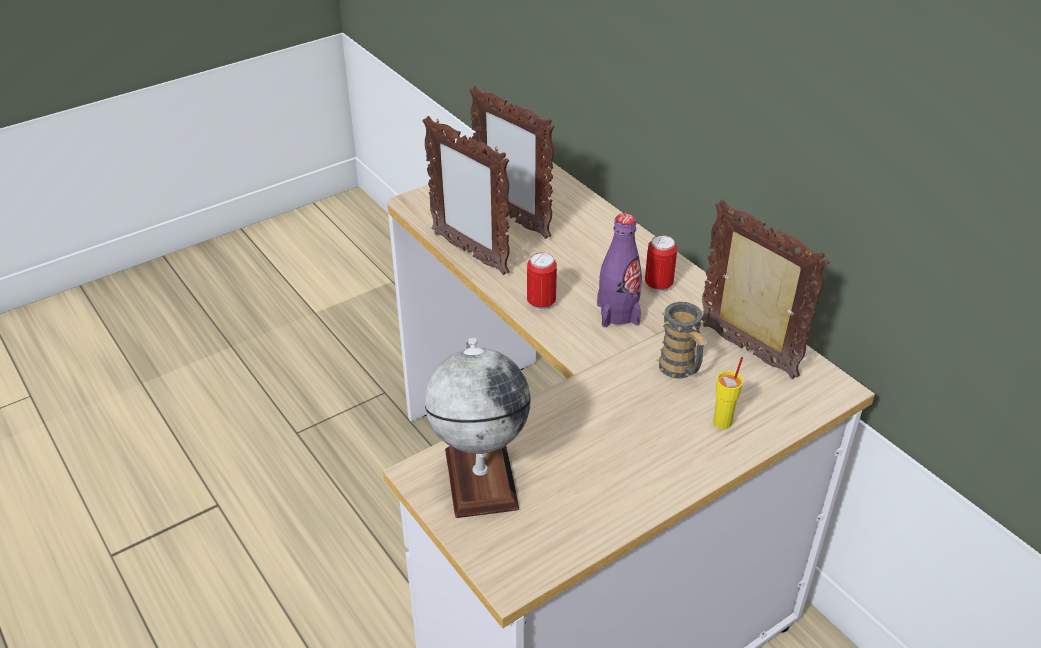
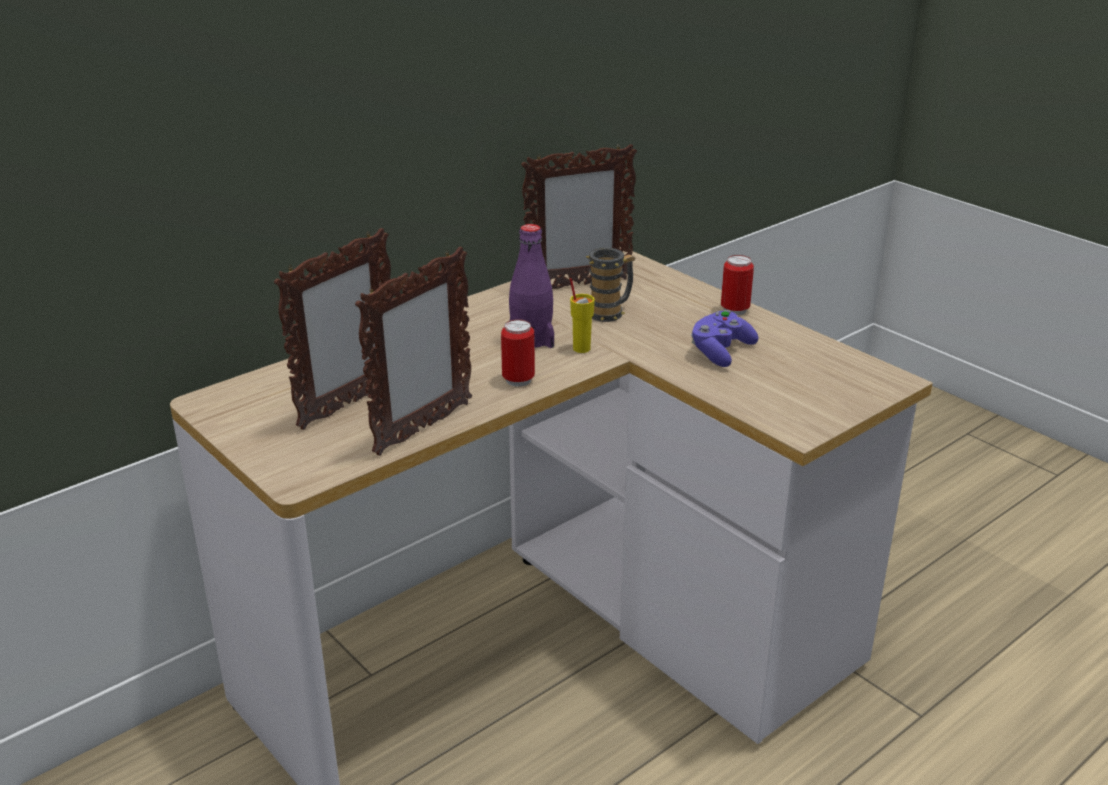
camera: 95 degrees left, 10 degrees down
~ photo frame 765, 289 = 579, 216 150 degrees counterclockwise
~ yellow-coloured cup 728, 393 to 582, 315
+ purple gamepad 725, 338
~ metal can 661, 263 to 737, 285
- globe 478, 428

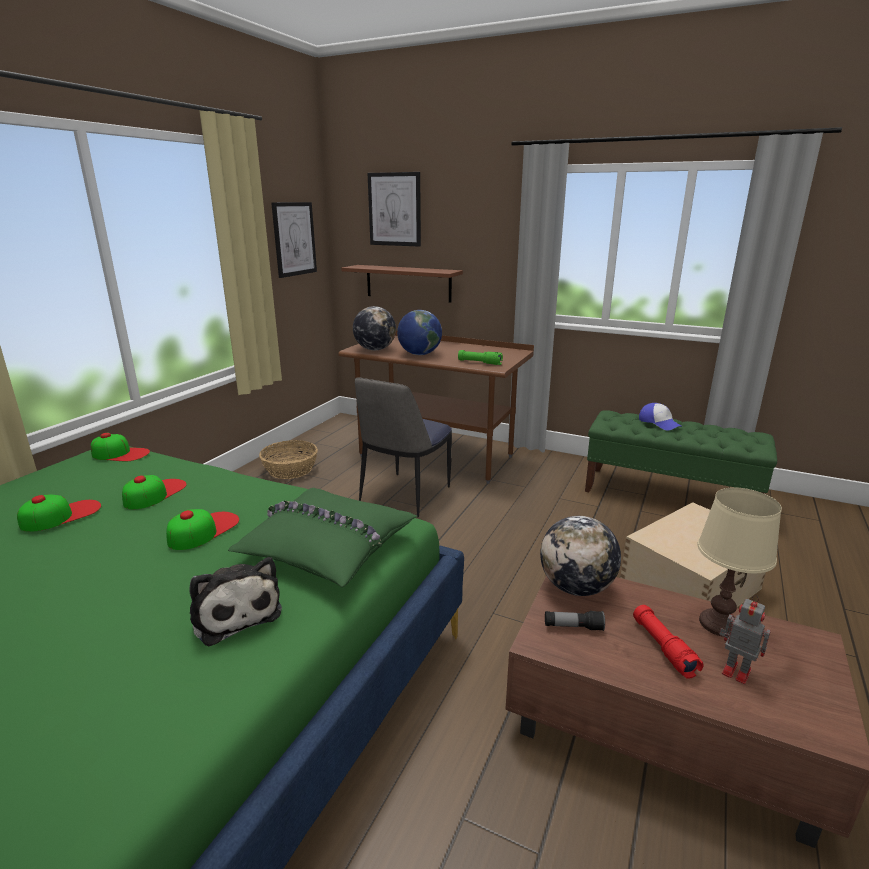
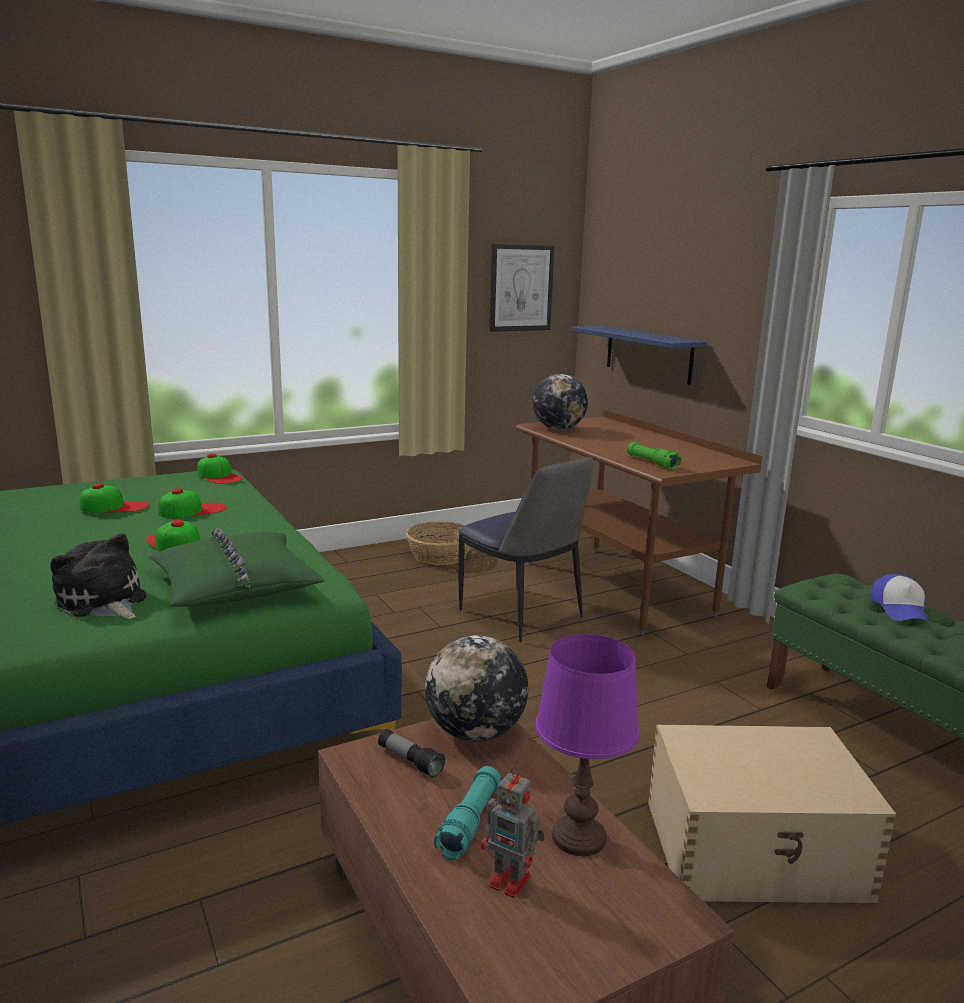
camera: 35 degrees right, 5 degrees down
~ cuddly toy 235, 601 = 98, 576 135 degrees clockwise
~ peaked cap 202, 529 = 173, 536 105 degrees counterclockwise
~ red-coloured torch 668, 642 to turquoise torch 467, 813
~ upright chair 403, 447 = 526, 549 105 degrees counterclockwise
~ model robot 745, 639 = 513, 832 135 degrees clockwise
~ beige lamp for a table 739, 562 to purple lamp for a table 587, 745
~ brown bracket shelf 402, 284 to bluish bracket shelf 639, 355
- wall art 394, 209
- globe 419, 332

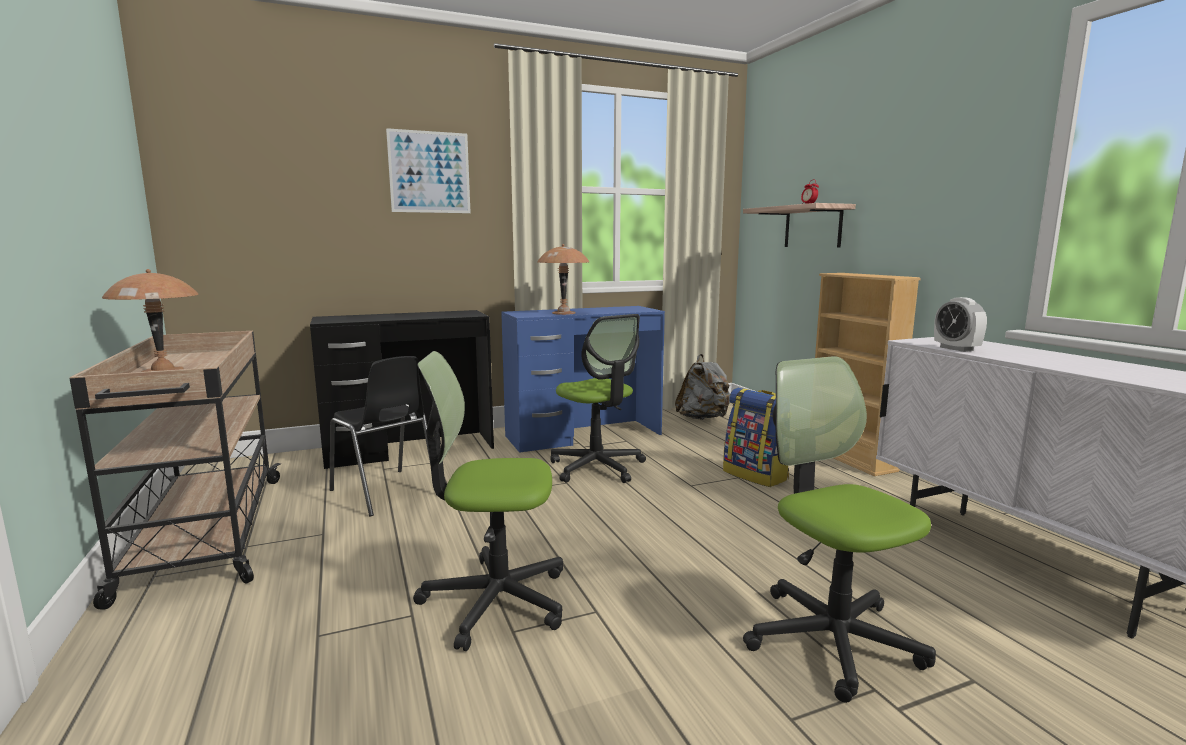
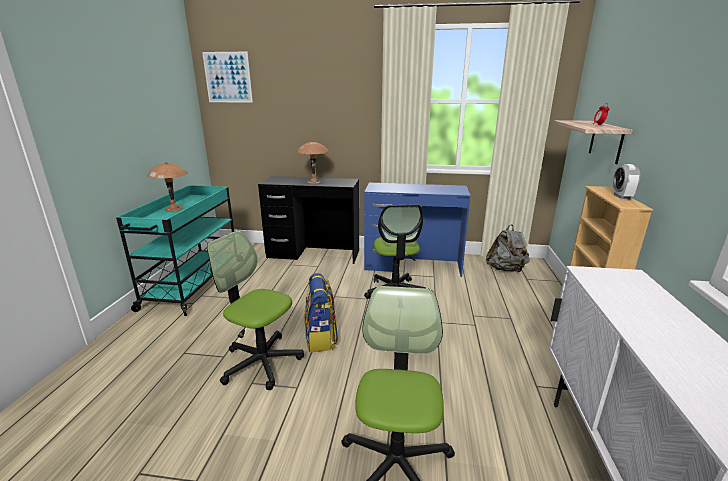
camera: 30 degrees right, 10 degrees up
~ beige wheeled cart 175, 470 to turquoise wheeled cart 175, 250
~ wall art 428, 170 to 227, 77
~ brown lamp for a table 563, 279 to 313, 162
~ knapsack 756, 437 to 321, 312
~ table clock 960, 324 to 626, 181
- blackish upright chair 380, 436

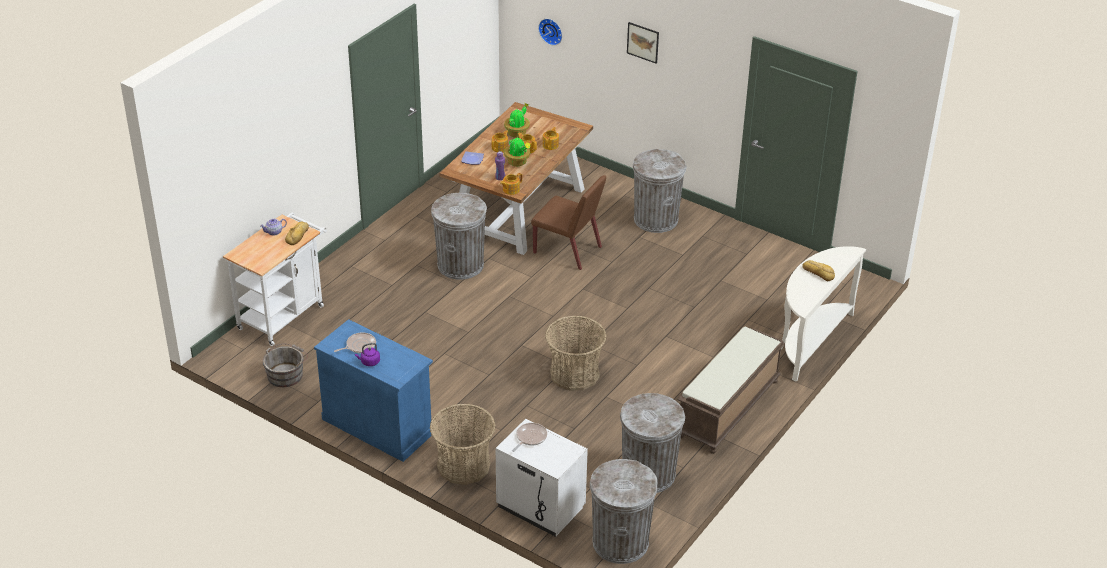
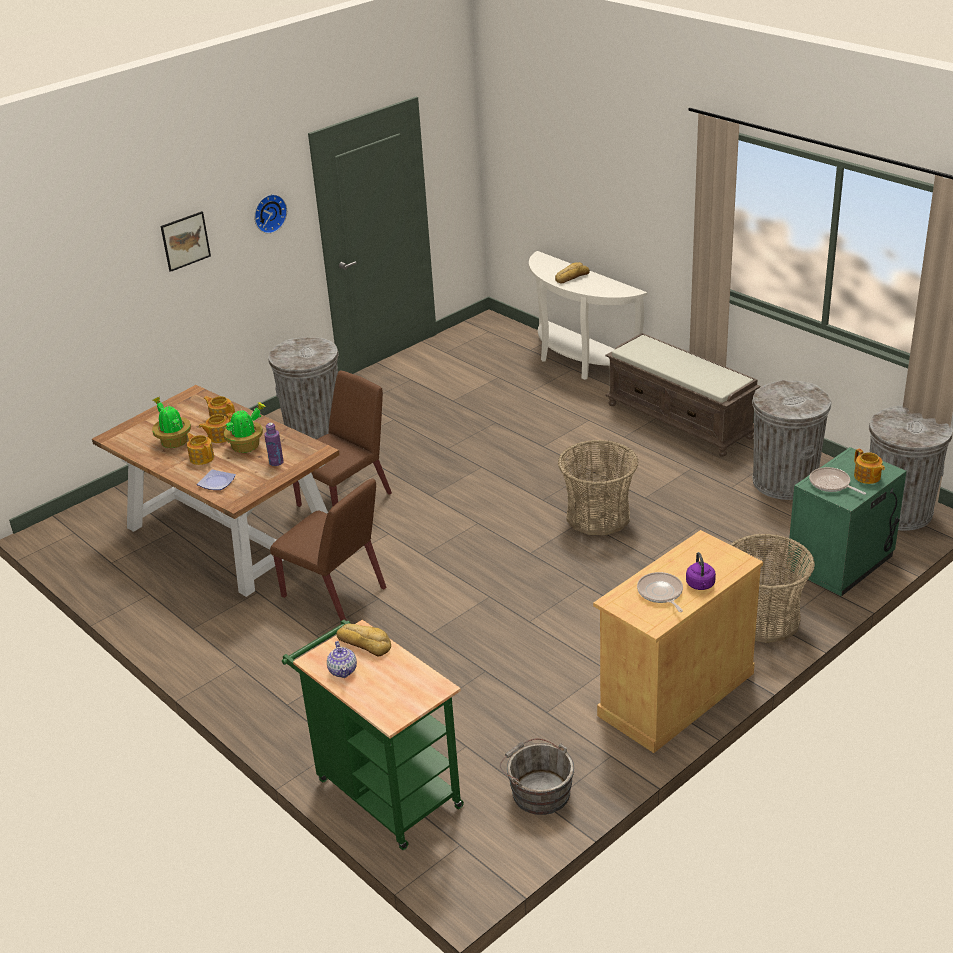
camera: 75 degrees left, 5 degrees down
~ hanging clock 550, 32 to 270, 214
~ grey waste bin 459, 236 to brown upright chair 328, 549
~ whitish wheeled cart 275, 279 to greenish wheeled cart 373, 735
~ bluish storage cabinet 373, 390 to beige storage cabinet 678, 641
~ whitish night table 541, 478 to greenish night table 847, 521
~ teapot 511, 184 to 869, 466

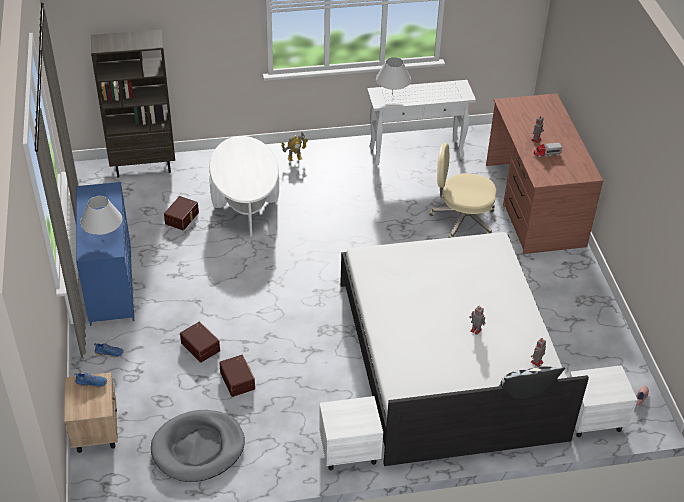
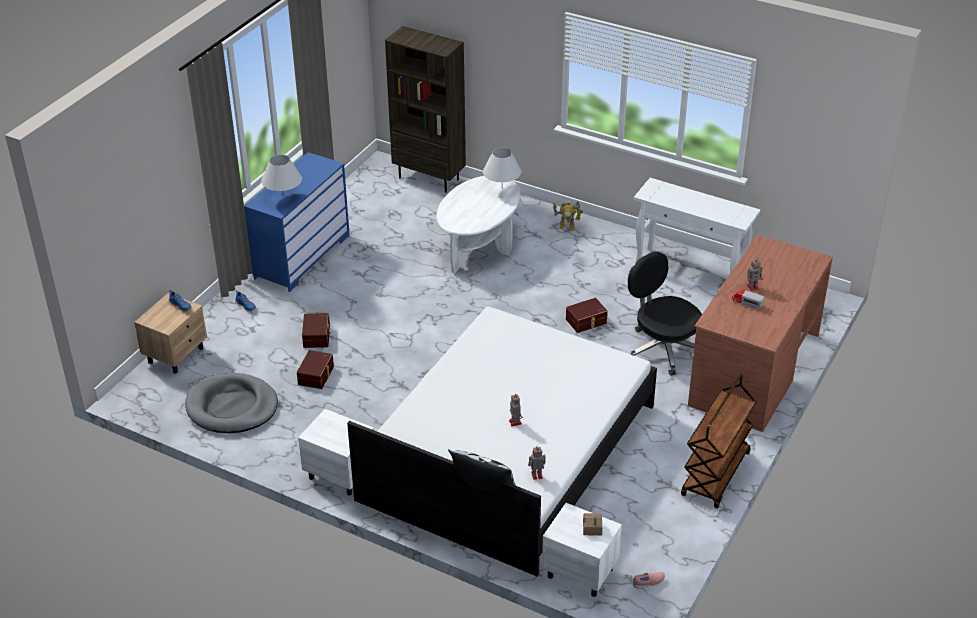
camera: 40 degrees right, 5 degrees down
~ whitish lamp for a table 393, 76 to 502, 165
~ brown storage container 181, 213 to 587, 315
+ toy house 592, 524
~ beige office chair 462, 190 to blackish office chair 665, 314
+ brown wheeled cart 719, 441

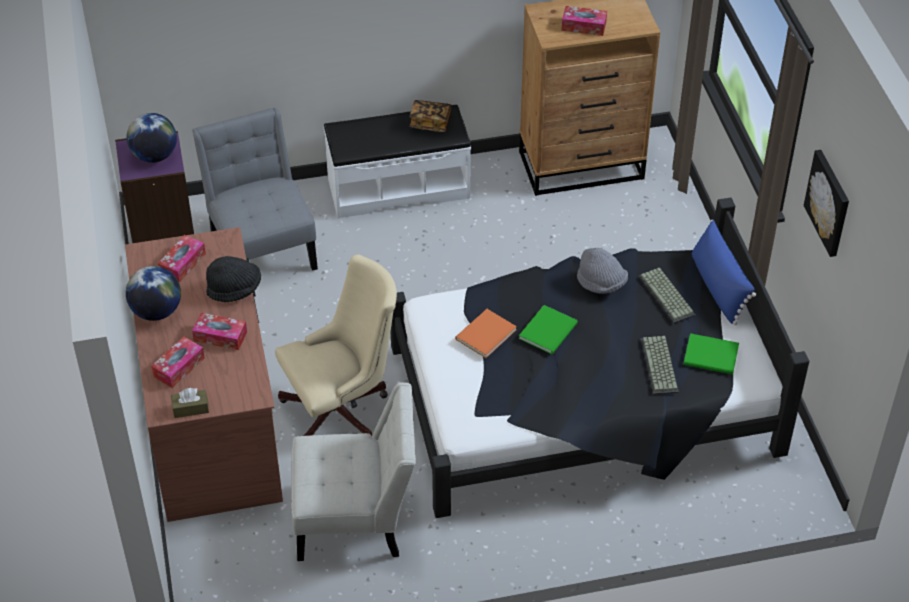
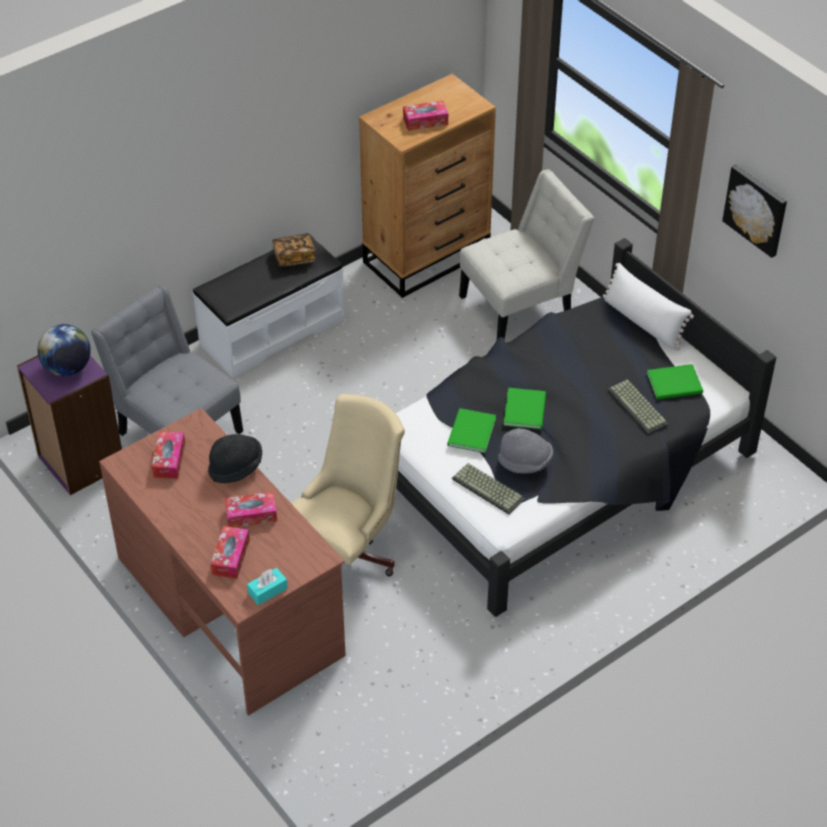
camera: 25 degrees left, 0 degrees up
~ brown tissue box 190, 403 to turquoise tissue box 267, 586
~ orange-coloured book 486, 333 to greenish book 471, 430
~ computer keyboard 667, 296 to 488, 488
~ whitish upright chair 353, 472 to 526, 255
~ grey clothing hat 602, 271 to 525, 451
~ bluish cushion 724, 272 to whitish cushion 648, 307
- globe 153, 293

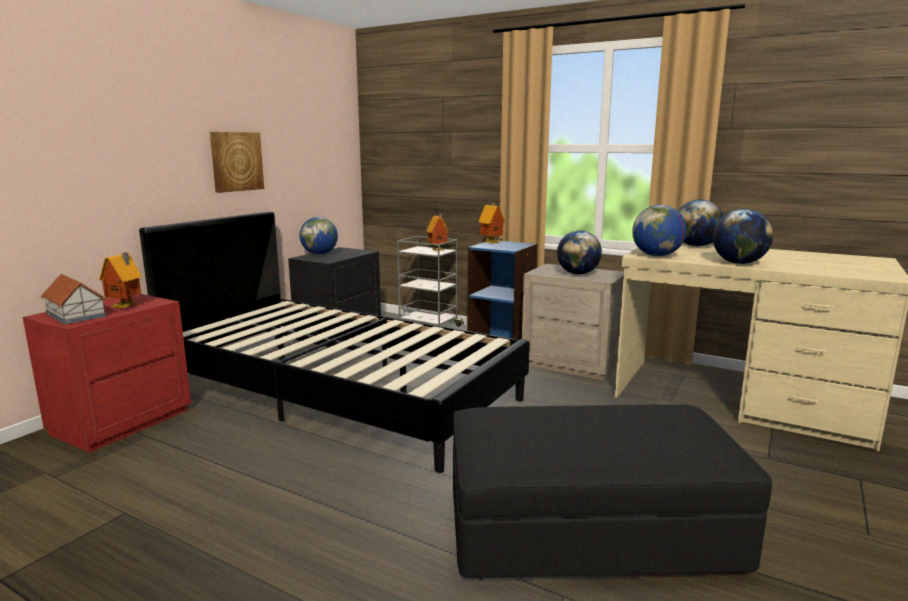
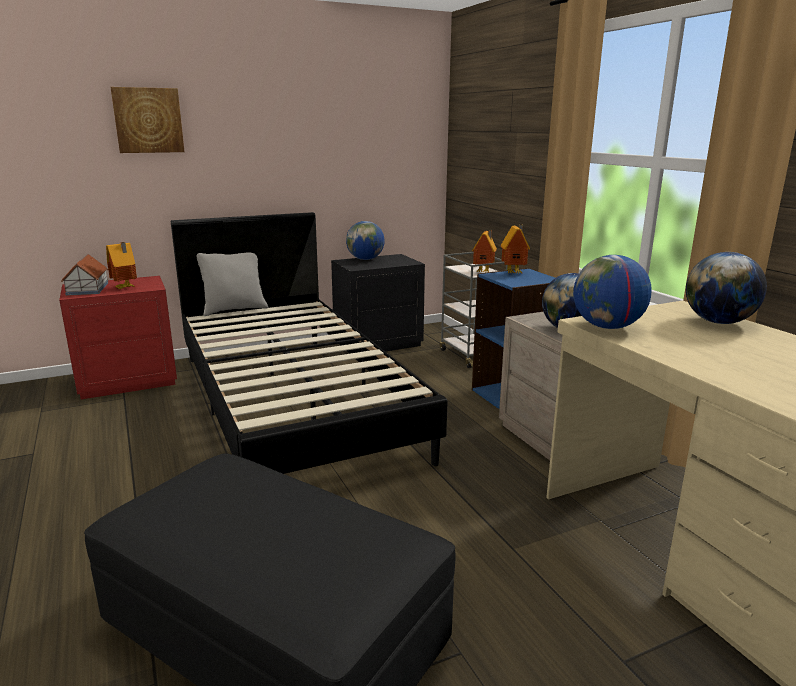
camera: 35 degrees right, 5 degrees up
~ wall art 237, 162 to 148, 120
+ grey cushion 232, 284
- globe 743, 236

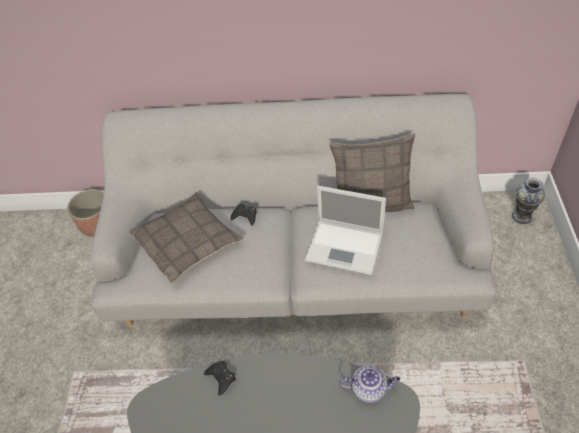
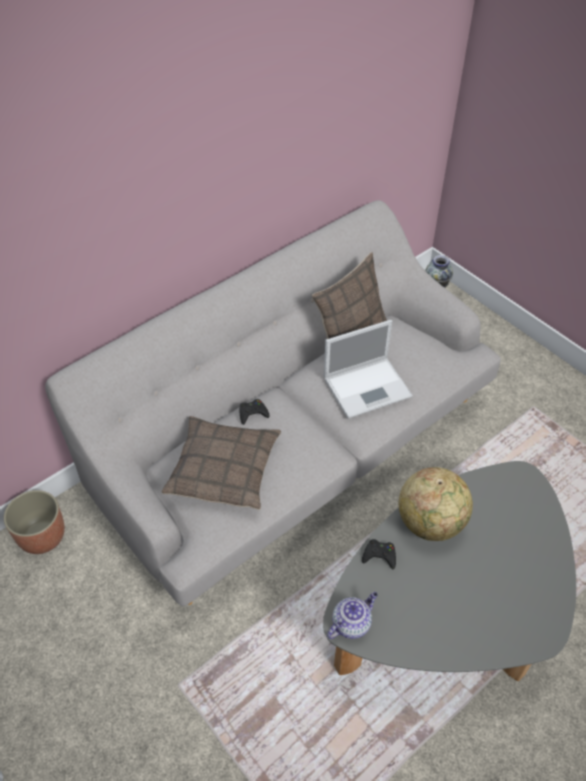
camera: 45 degrees left, 0 degrees up
~ teapot 369, 384 to 352, 615
+ globe 436, 504

